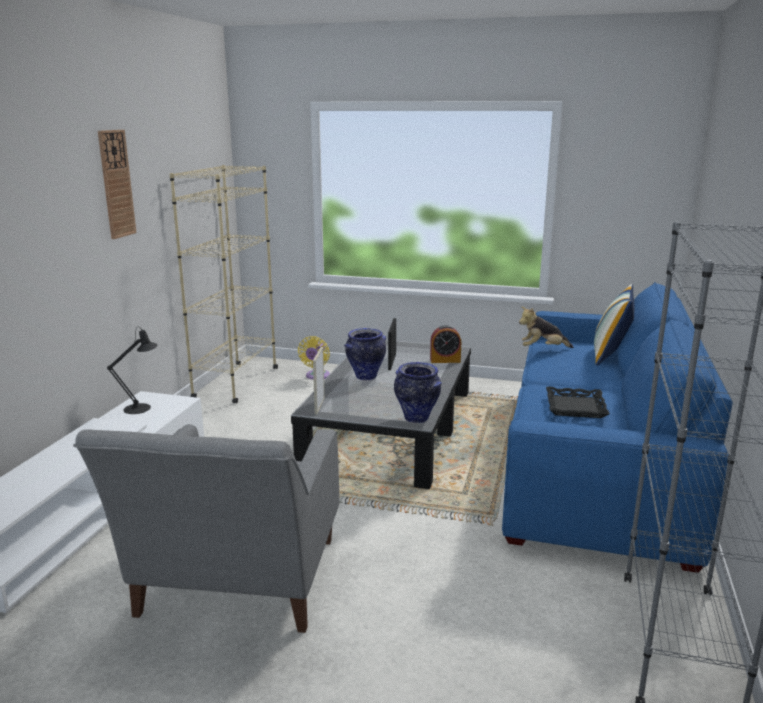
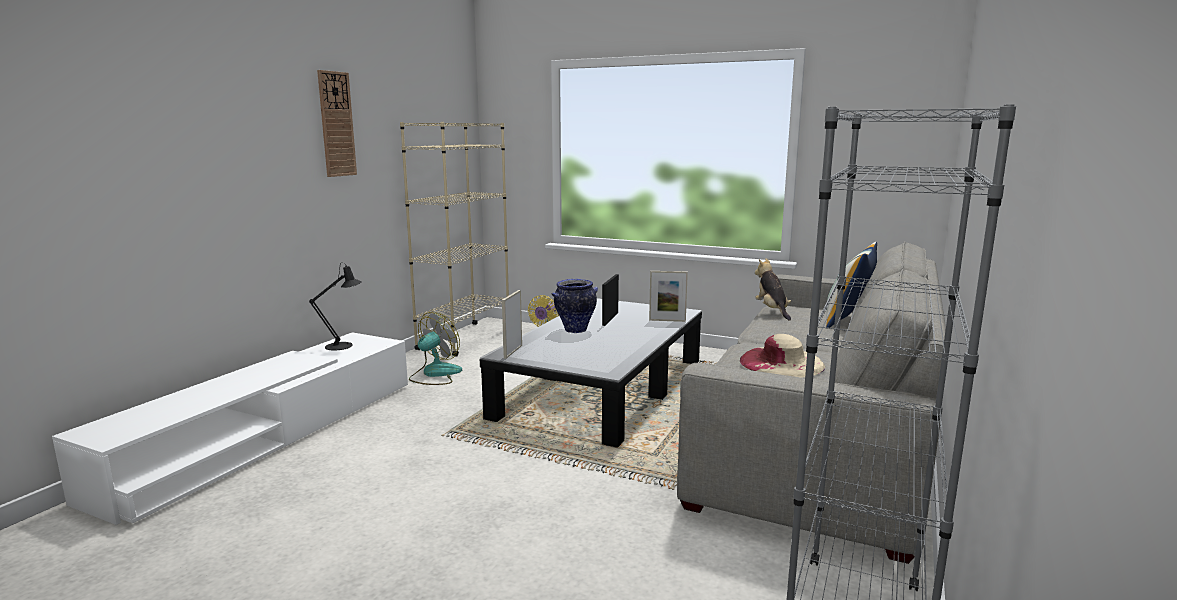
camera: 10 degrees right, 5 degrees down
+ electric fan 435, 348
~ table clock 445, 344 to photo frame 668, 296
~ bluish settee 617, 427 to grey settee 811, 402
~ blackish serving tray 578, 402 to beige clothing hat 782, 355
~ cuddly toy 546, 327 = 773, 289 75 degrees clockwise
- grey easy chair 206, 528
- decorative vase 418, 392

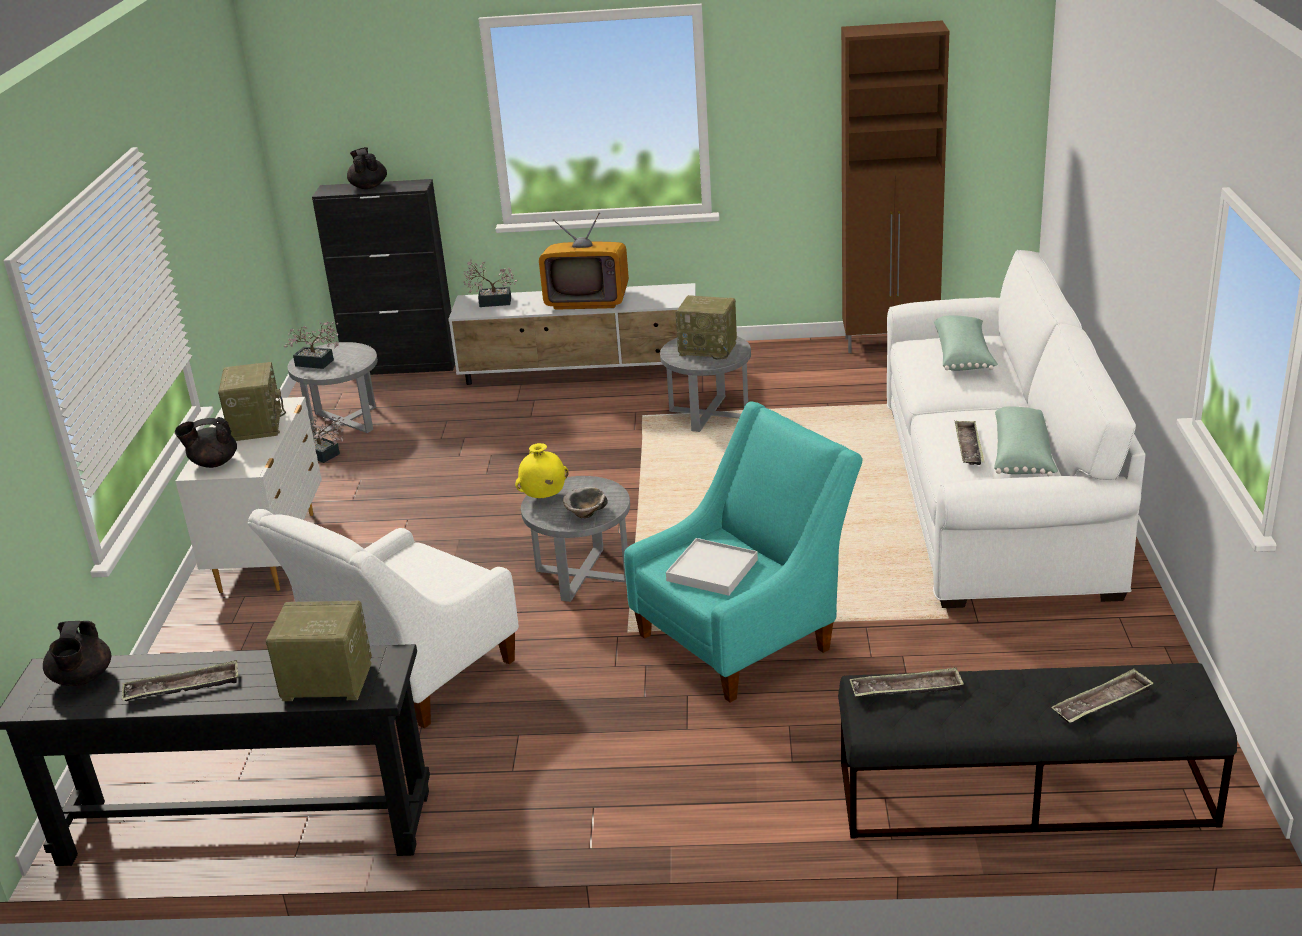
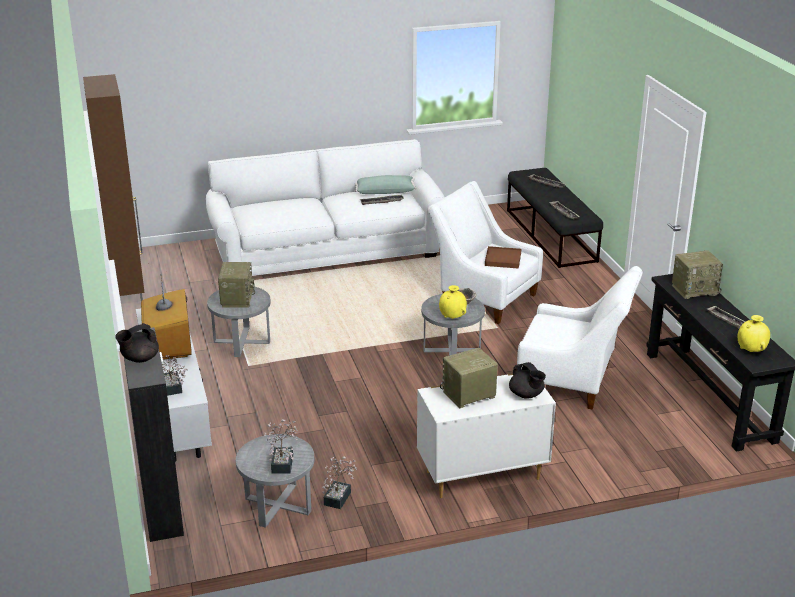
camera: 110 degrees left, 0 degrees up
~ turquoise easy chair 743, 551 to whitish easy chair 485, 252
~ whitish serving tray 712, 567 to brown serving tray 503, 257
~ radio receiver 319, 651 = 697, 274 90 degrees counterclockwise
~ blackish teapot 77, 653 to yellow-coloured decorative vase 754, 333
- greenish cushion 966, 343

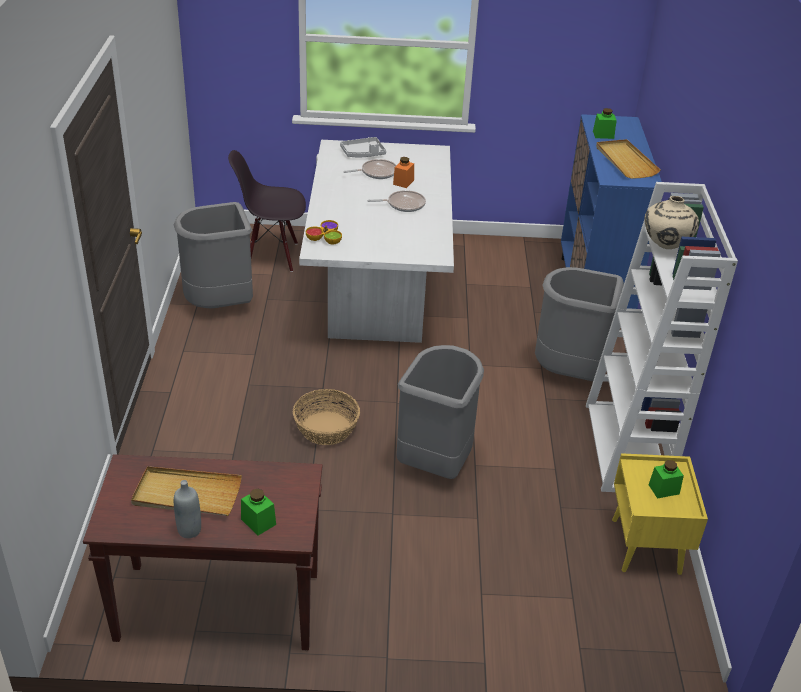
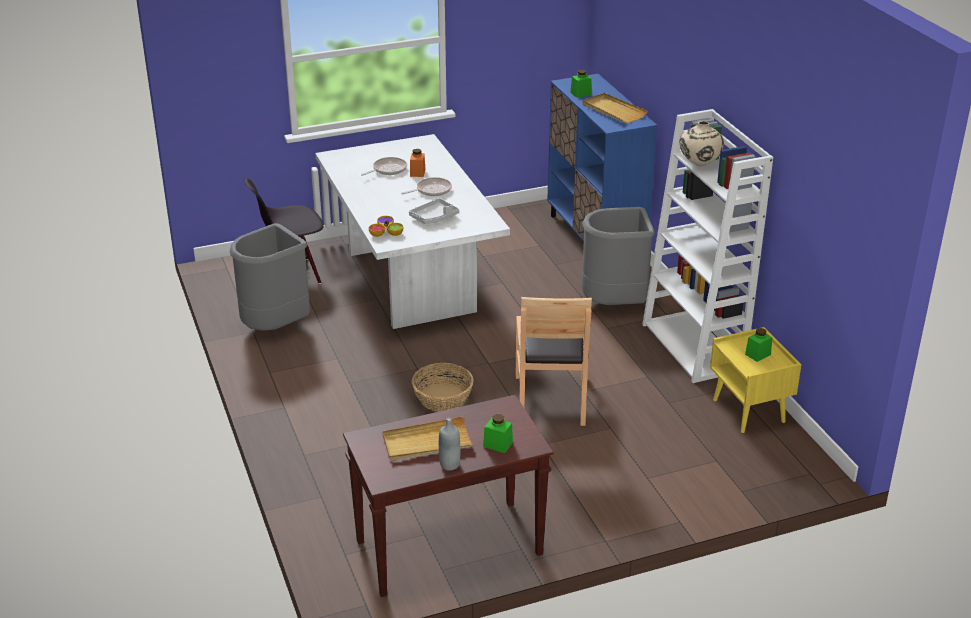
camera: 20 degrees left, 5 degrees down
~ grey serving tray 363, 147 to 434, 211
~ grey waste bin 440, 412 to brown upright chair 554, 361

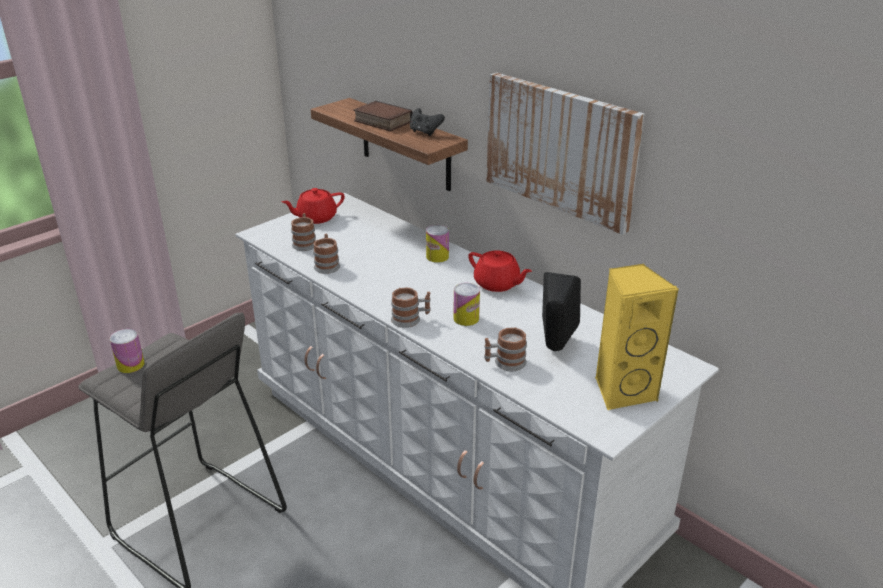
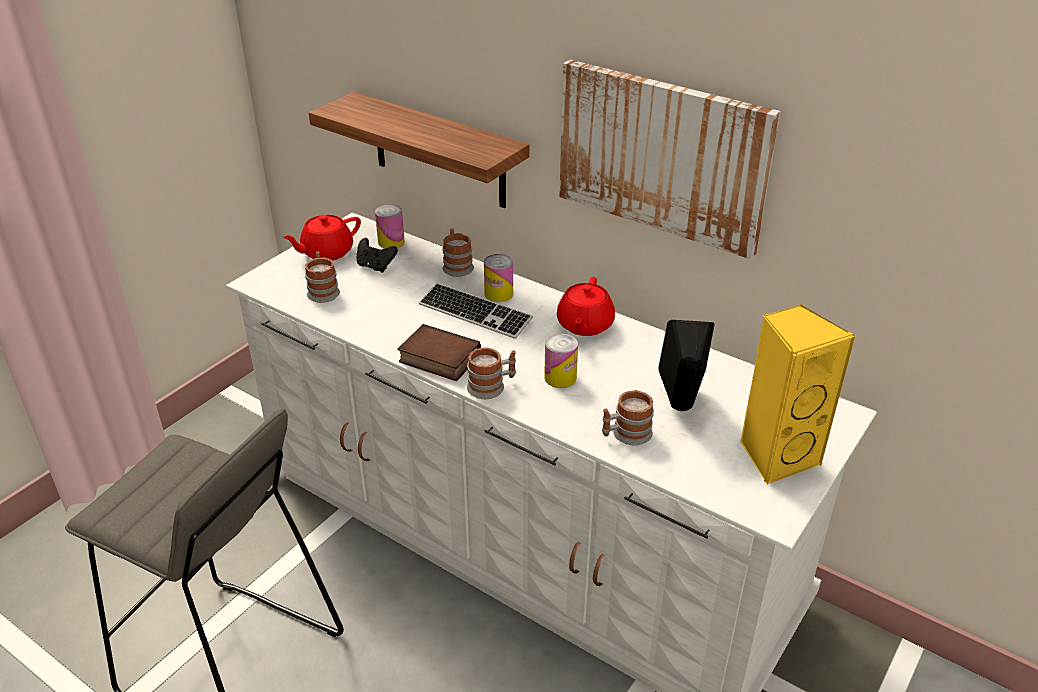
camera: 10 degrees left, 5 degrees up
~ blackish gamepad 427, 122 to 377, 255
~ metal can 127, 351 to 390, 226
~ book 383, 116 to 439, 352
+ computer keyboard 476, 311
~ mug 326, 253 to 458, 252
~ red-coloured teapot 500, 271 = 586, 306 75 degrees clockwise

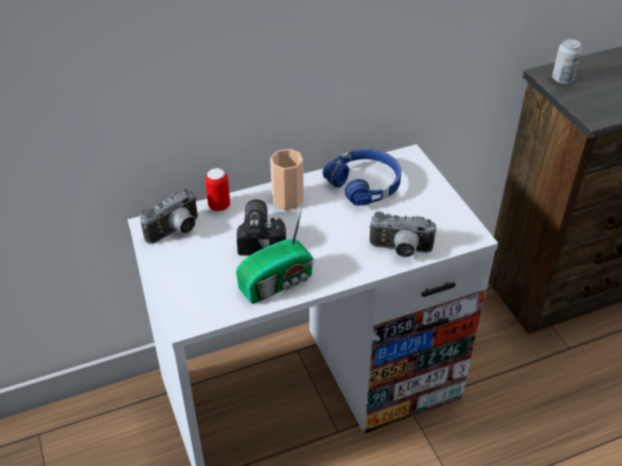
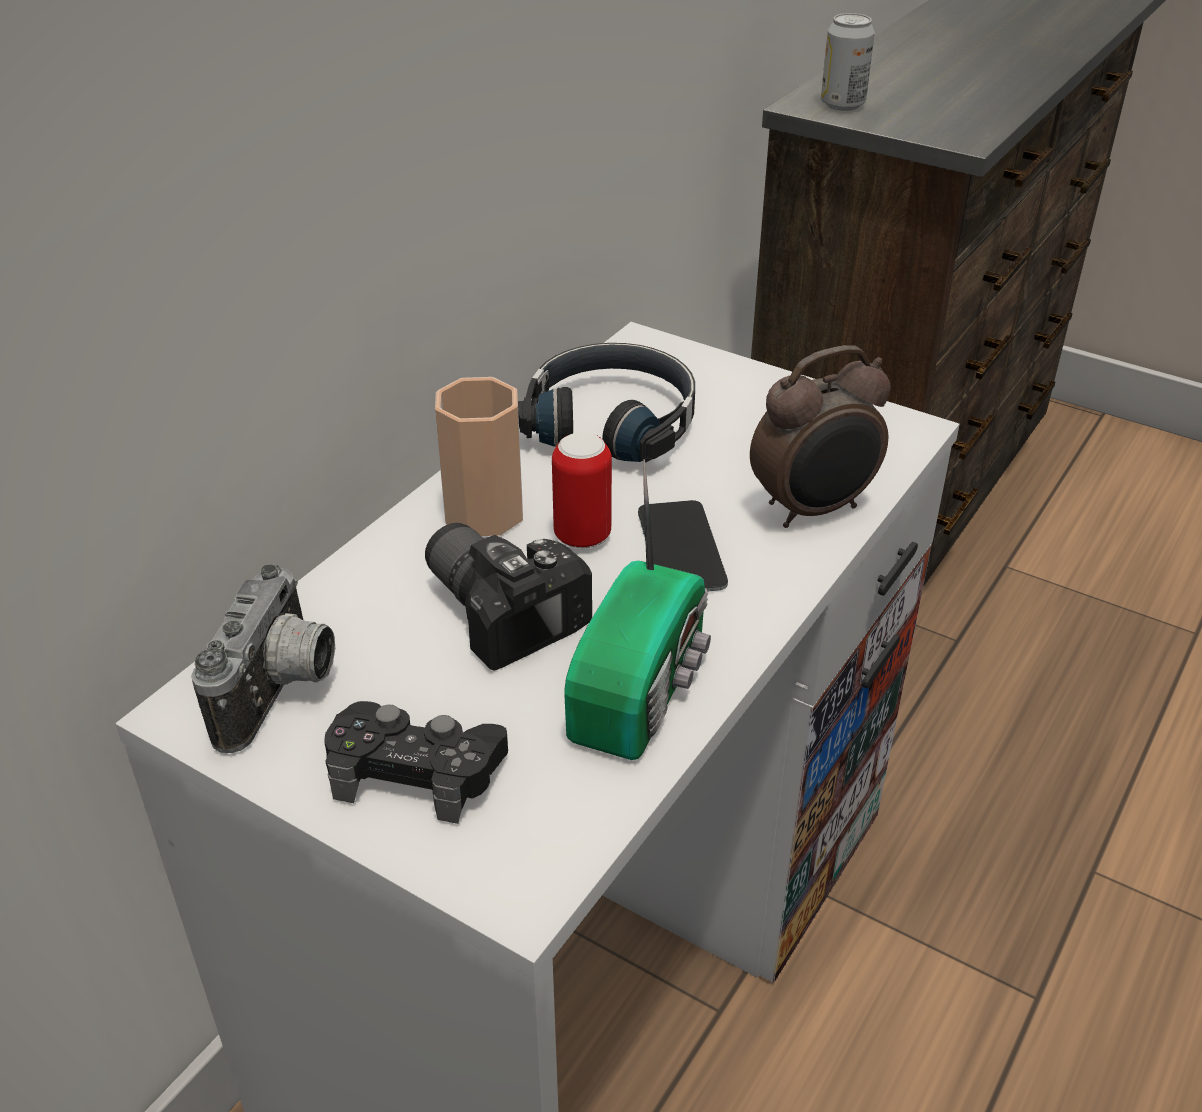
camera: 35 degrees left, 5 degrees down
+ blackish gamepad 416, 762
~ bluish pair of headphones 362, 177 to blackish pair of headphones 606, 402
~ metal can 217, 189 to 582, 490
+ handset 683, 546
~ still camera 402, 234 to table clock 820, 436

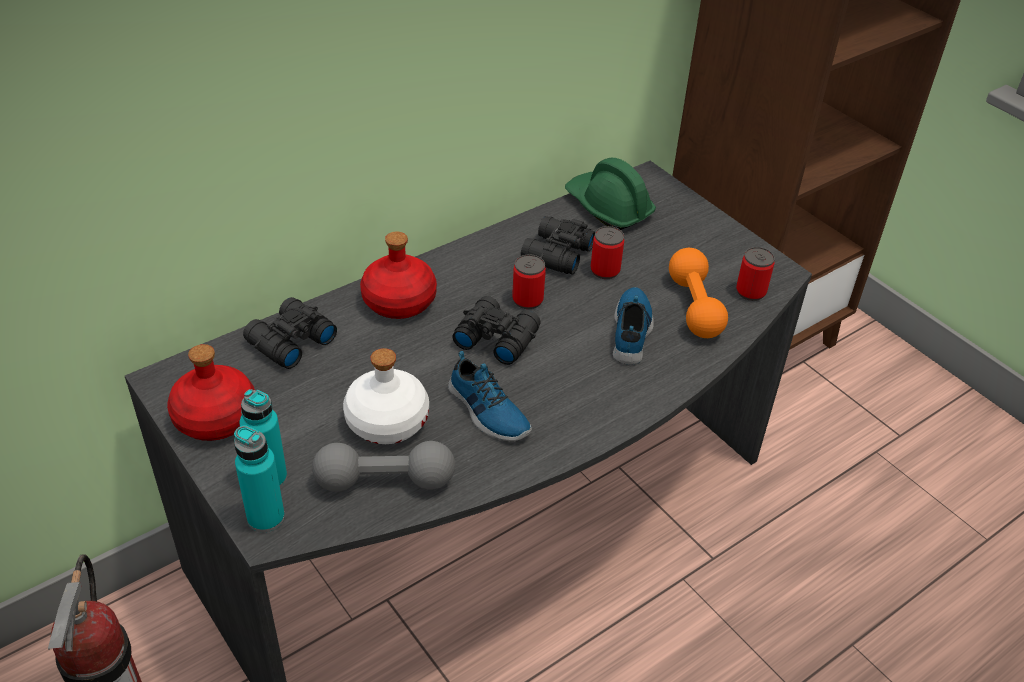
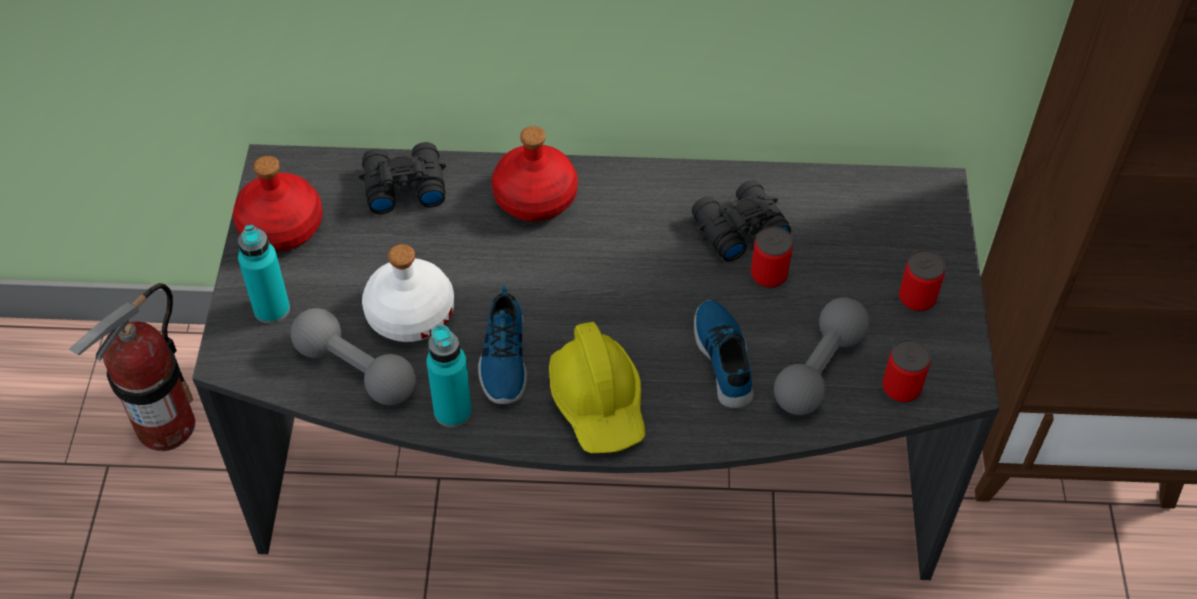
camera: 40 degrees right, 10 degrees up
~ turquoise bottle 259, 478 to 449, 376
+ yellow-coloured hard hat 597, 387
~ item of footwear 633, 326 = 723, 354 60 degrees counterclockwise
~ orange-coloured hand weight 698, 293 to grey hand weight 822, 356
~ metal can 529, 281 to 922, 281
- blackish binoculars 496, 330
- greenish hard hat 610, 193

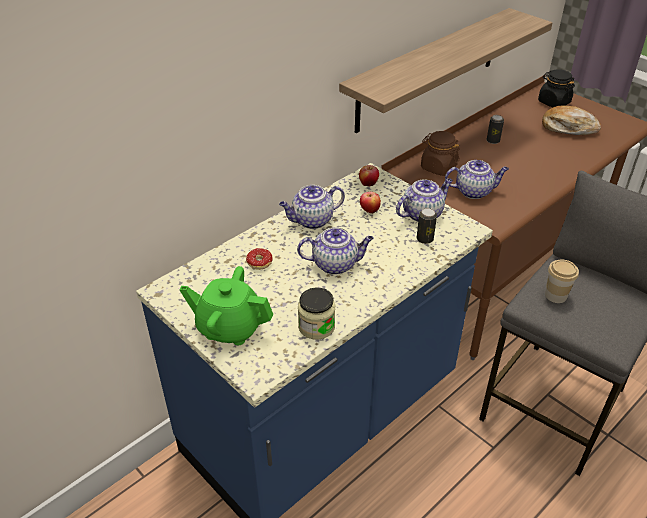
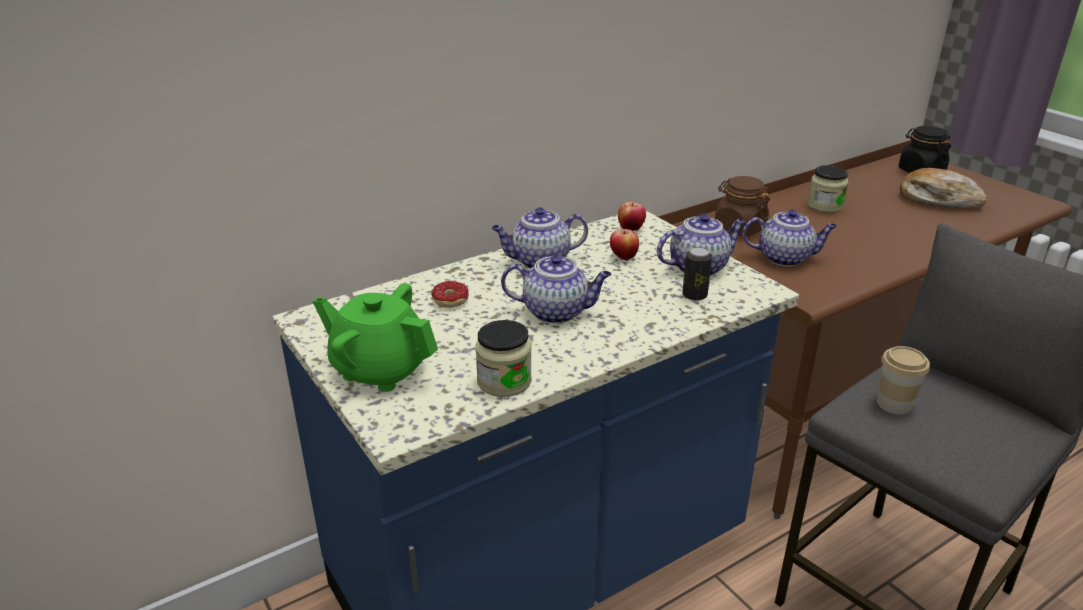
camera: 10 degrees right, 10 degrees down
~ metal can 495, 129 to jar 827, 189
- bracket shelf 446, 70

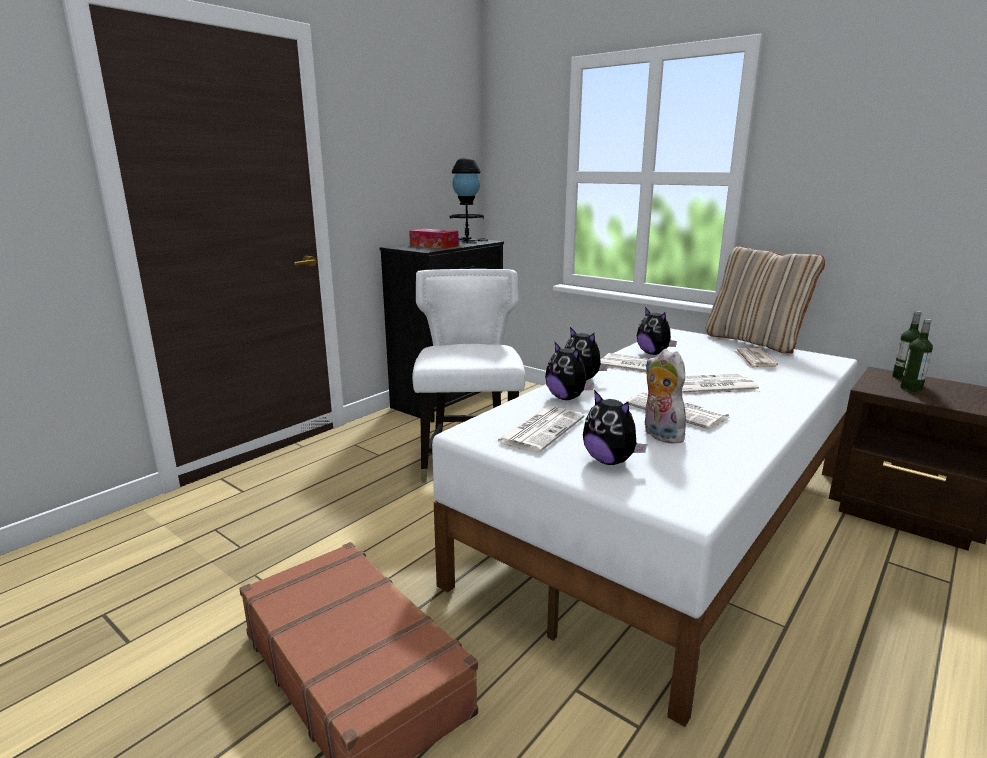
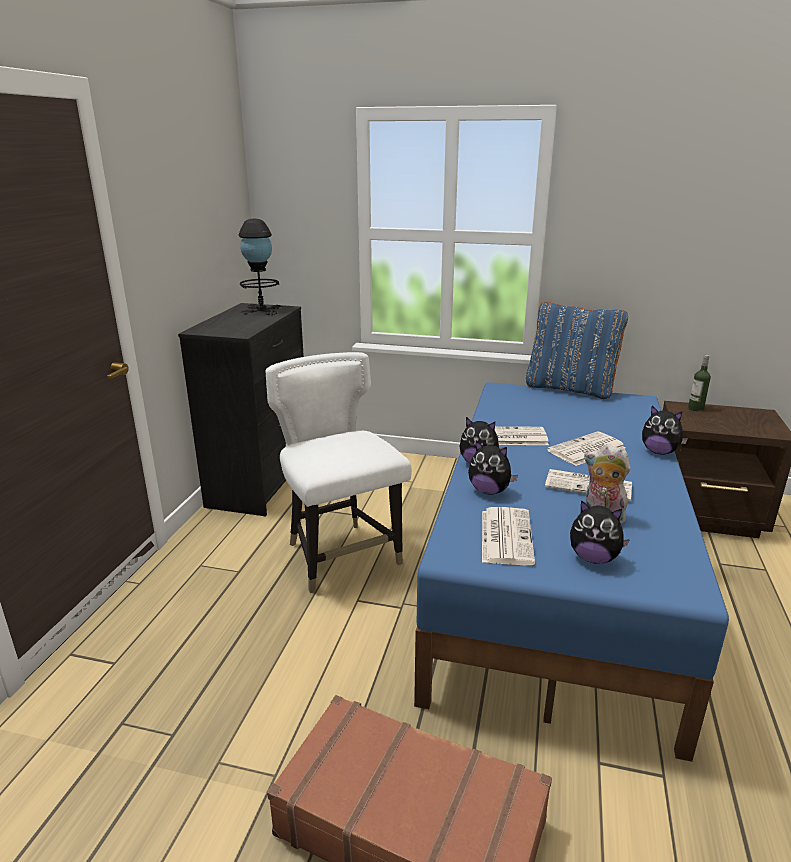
camera: 25 degrees left, 5 degrees up
~ whitish bed 645, 528 to bluish bed 571, 572
~ beige cushion 765, 300 to bluish cushion 577, 350
~ cuddly toy 657, 331 to 665, 430
- tissue box 434, 239
- newspaper 756, 358
- bottle 916, 355

